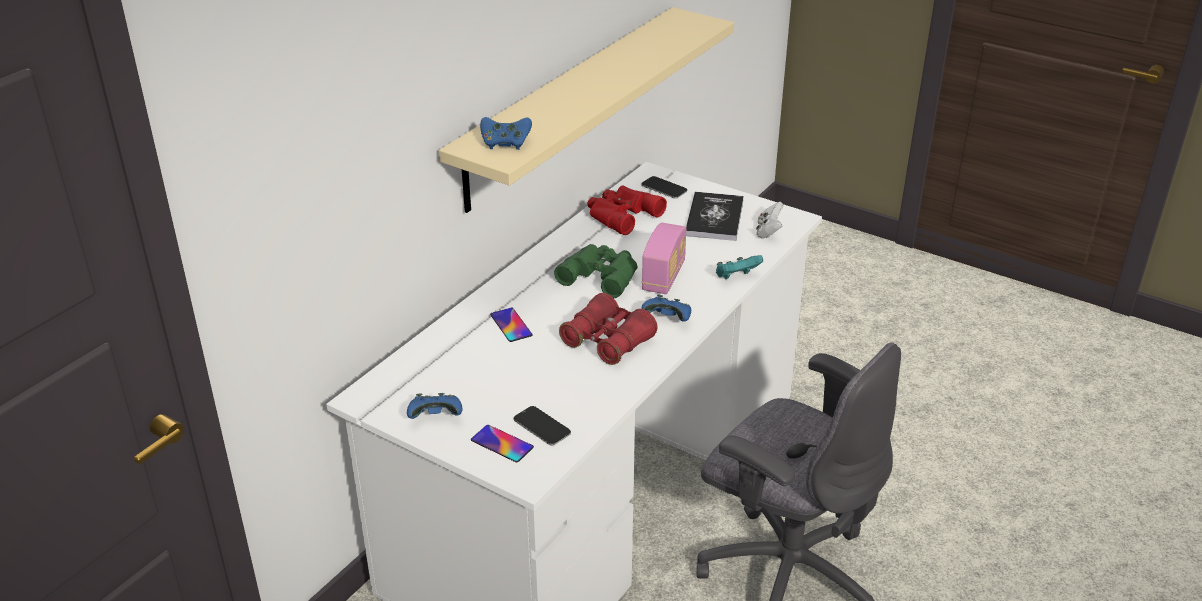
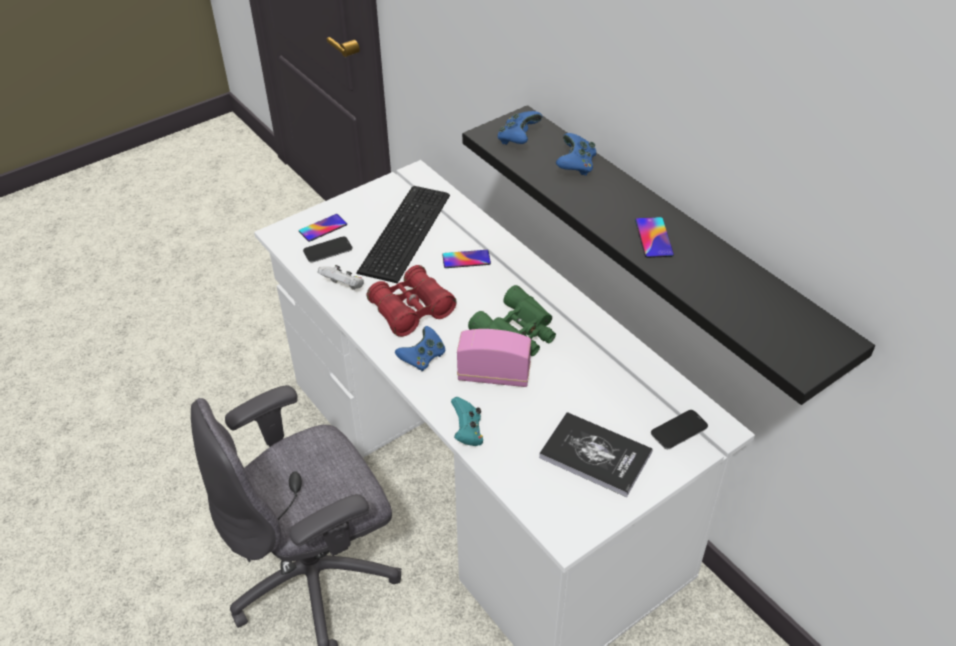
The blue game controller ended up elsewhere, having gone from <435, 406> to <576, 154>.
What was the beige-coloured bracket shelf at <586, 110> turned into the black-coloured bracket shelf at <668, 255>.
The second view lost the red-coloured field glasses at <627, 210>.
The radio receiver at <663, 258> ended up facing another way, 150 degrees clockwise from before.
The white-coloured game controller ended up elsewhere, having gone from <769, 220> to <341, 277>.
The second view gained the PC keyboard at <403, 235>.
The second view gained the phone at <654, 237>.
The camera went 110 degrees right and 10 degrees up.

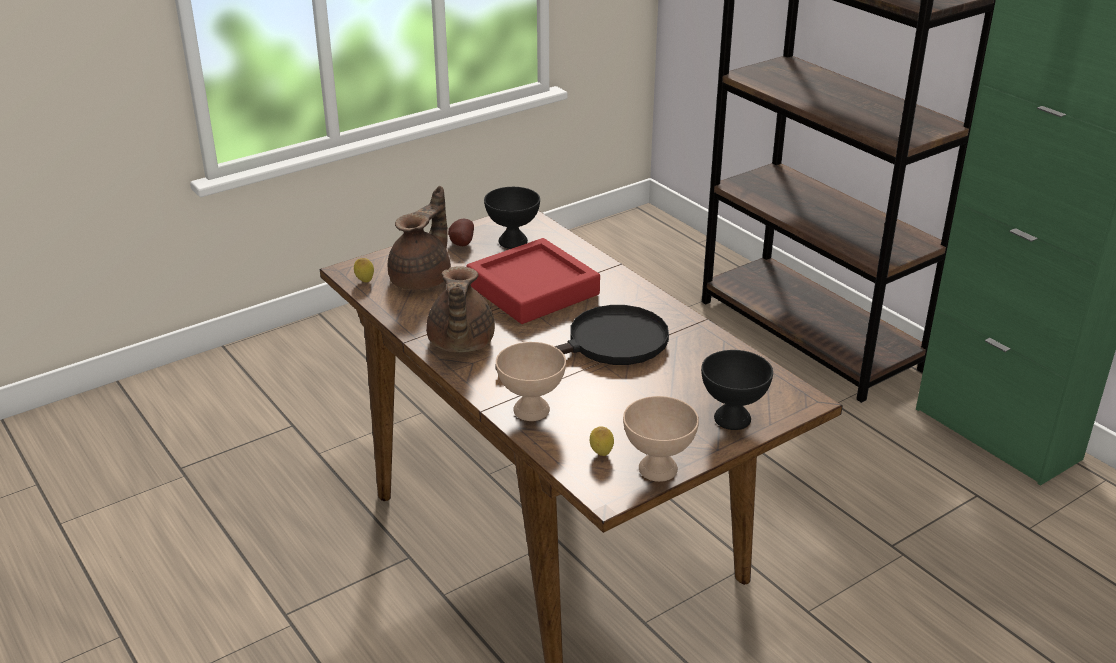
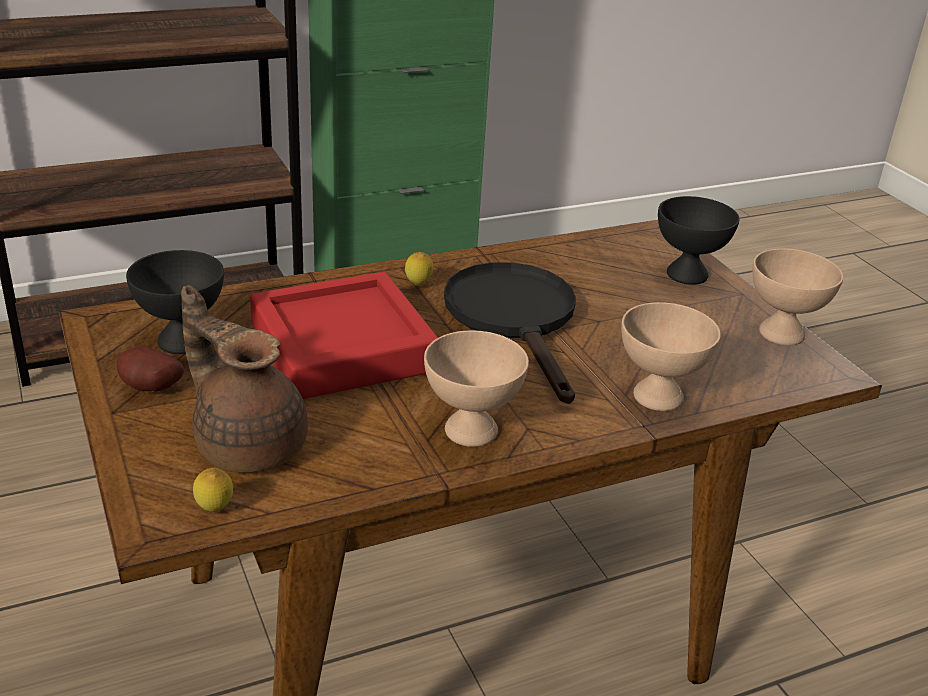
Where the brownish tea pot stood at <460, 309>, the beige-coloured serving bowl came to stand at <476, 388>.
The citrus fruit ended up elsewhere, having gone from <602, 441> to <419, 269>.
The camera went 80 degrees left and 0 degrees up.

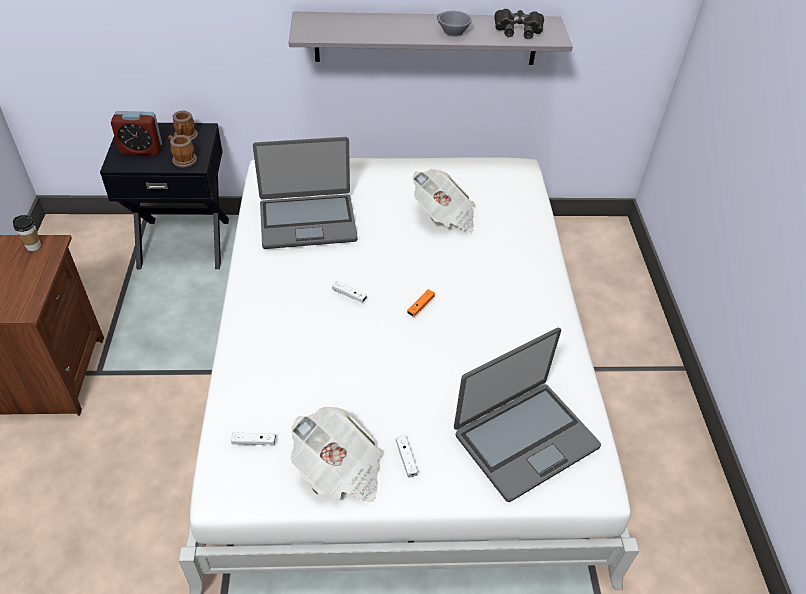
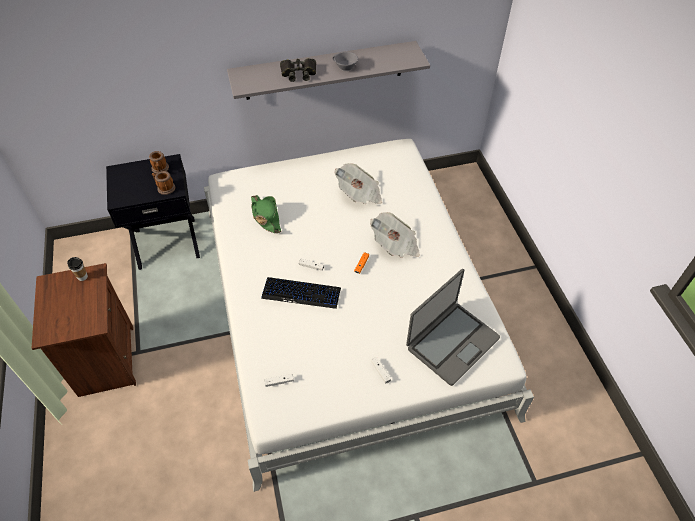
The second view lost the table clock at <136, 133>.
Where the notebook computer stood at <305, 193>, the greenish hat came to stand at <266, 214>.
The newspaper ended up elsewhere, having gone from <336, 454> to <395, 235>.
The black-coloured field glasses ended up elsewhere, having gone from <519, 24> to <298, 70>.
The second view gained the PC keyboard at <301, 293>.
The camera went 10 degrees left and 5 degrees up.

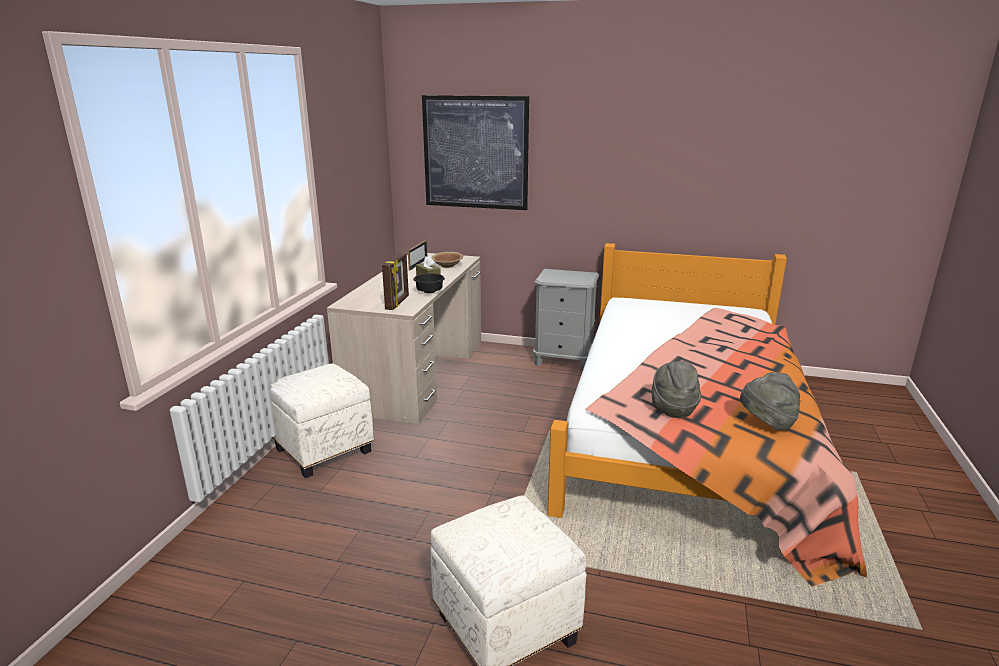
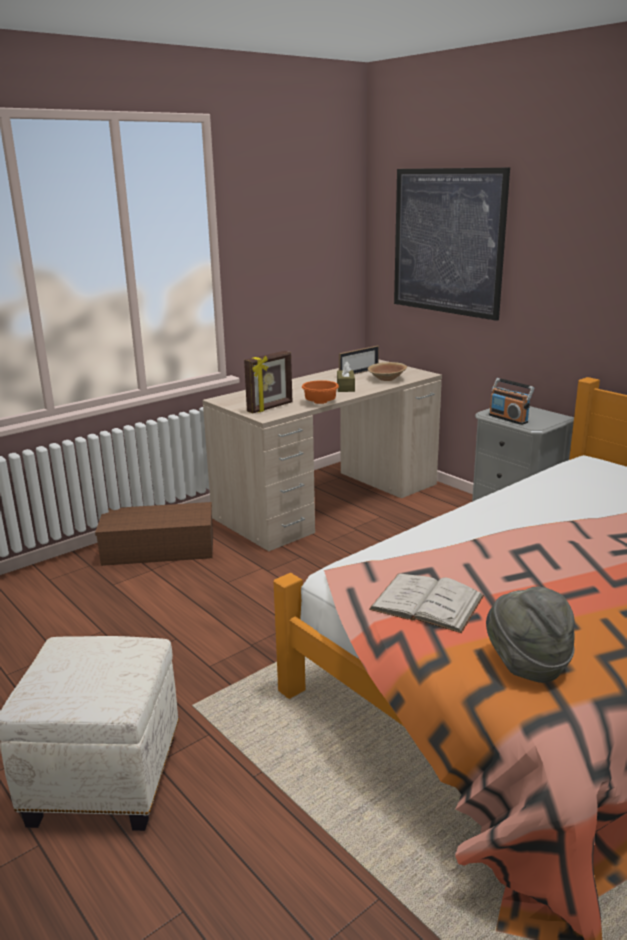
Where the white-coloured pouffe stood at <322, 420>, the brownish storage container came to stand at <154, 534>.
What was the black-coloured serving bowl at <429, 283> turned into the orangey serving bowl at <320, 392>.
Where the greyish hat stood at <676, 389>, the white-coloured book came to stand at <426, 603>.
The second view gained the radio receiver at <511, 401>.
The camera went 35 degrees right and 0 degrees up.

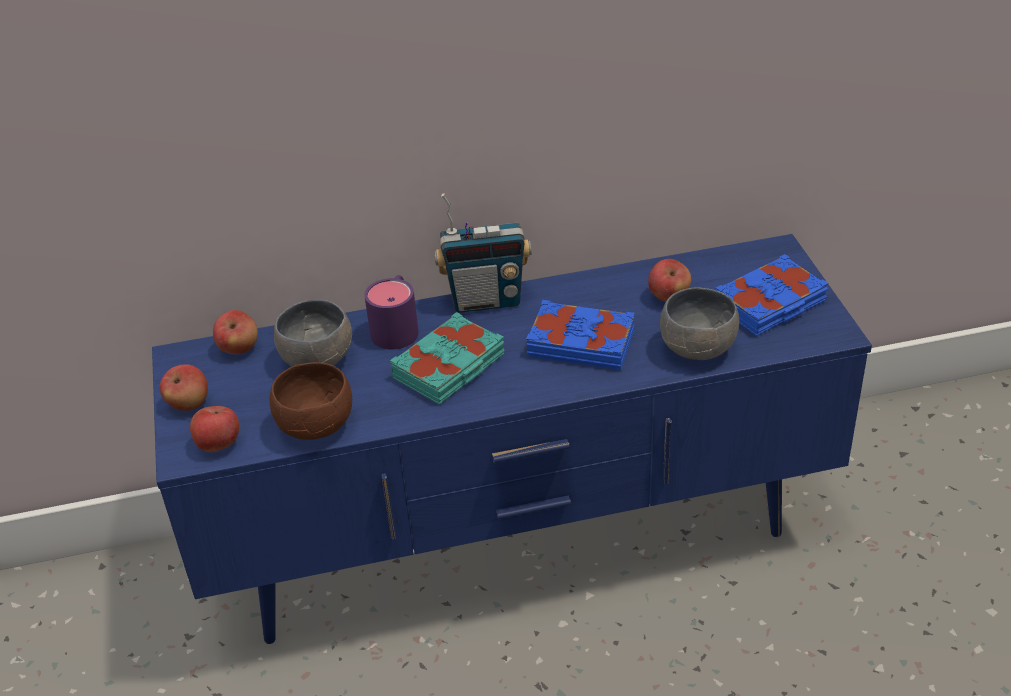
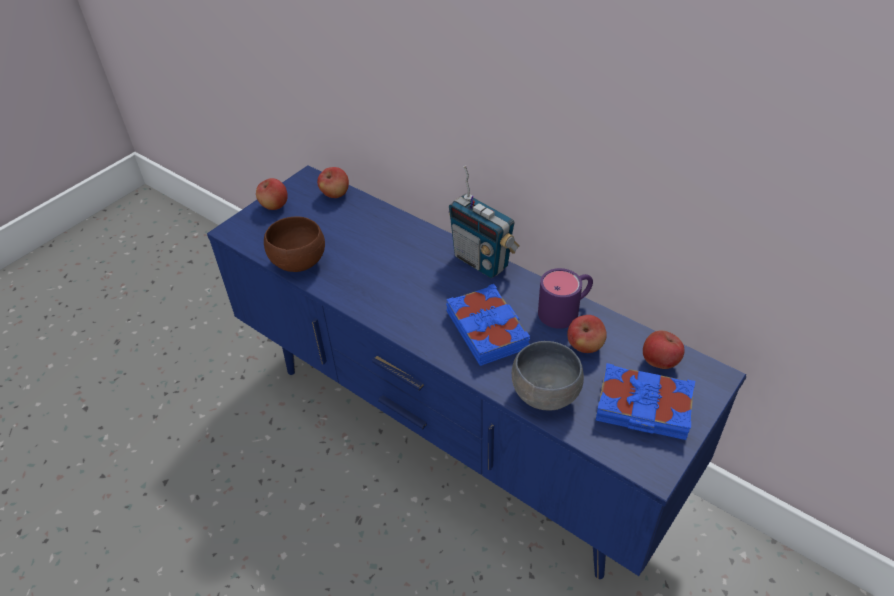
The apple fruit ended up elsewhere, having gone from <214, 429> to <663, 350>.
The second view lost the greyish serving bowl at <313, 333>.
The purple-coloured tea mug ended up elsewhere, having gone from <391, 312> to <565, 298>.
The second view lost the turquoise book at <447, 358>.
The camera went 50 degrees right and 5 degrees up.

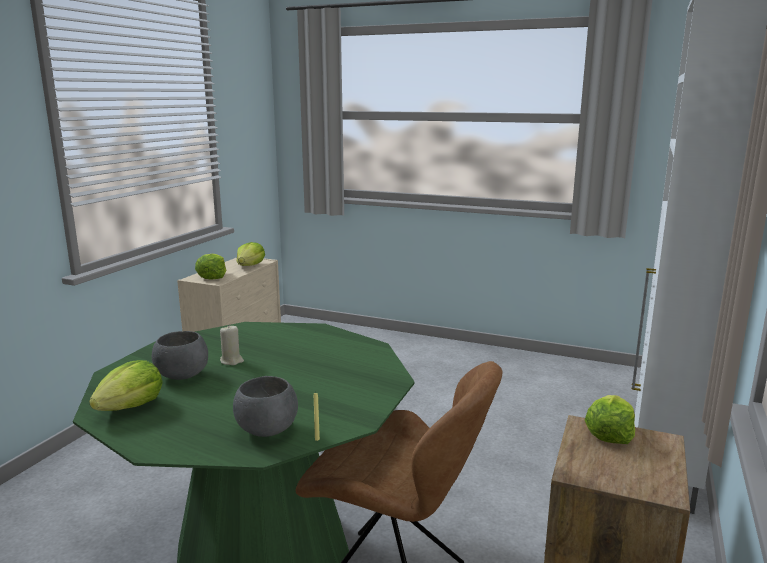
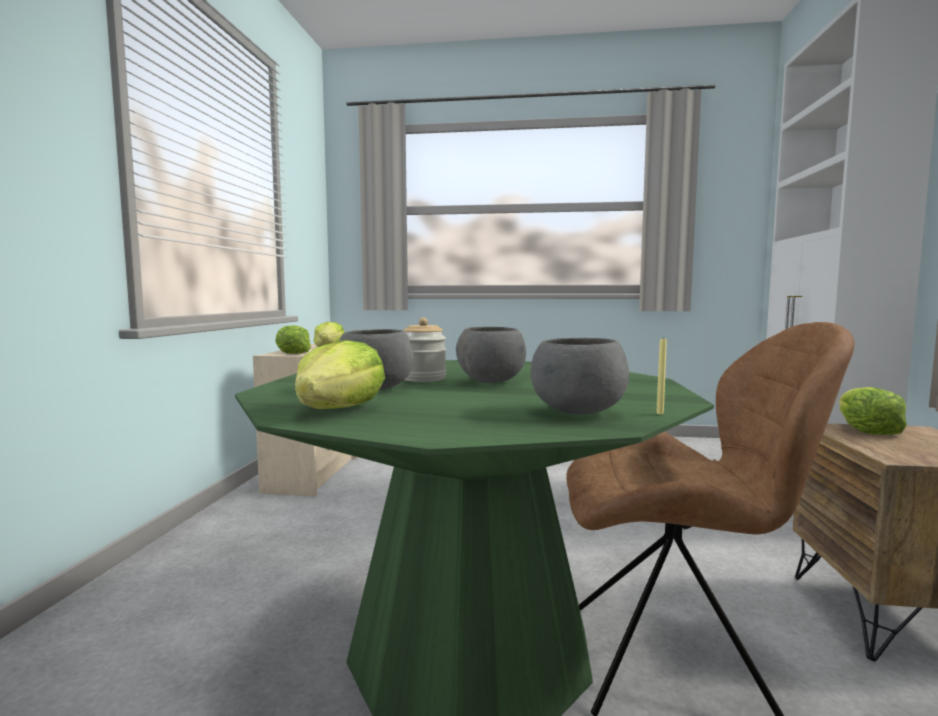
Where the beige-coloured wax candle stood at <232, 345>, the preserve jar came to stand at <424, 350>.
The second view gained the greyish serving bowl at <491, 355>.
The camera went 15 degrees left and 10 degrees down.

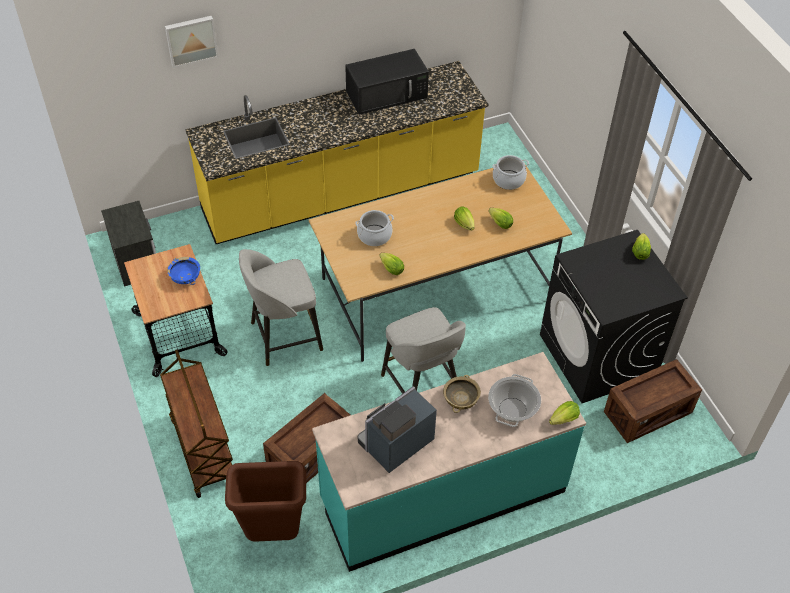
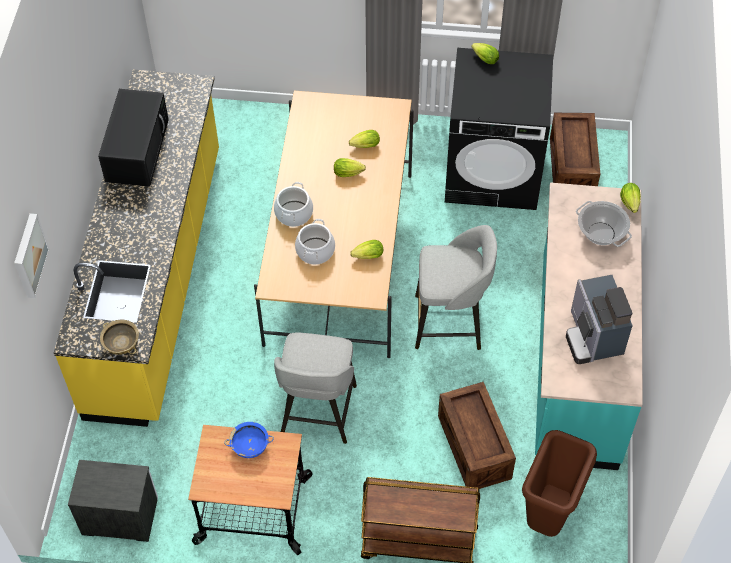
The beige-coloured serving bowl ended up elsewhere, having gone from <462, 394> to <119, 337>.
The saucepot ended up elsewhere, having gone from <511, 172> to <293, 204>.
The camera went 60 degrees left and 5 degrees up.

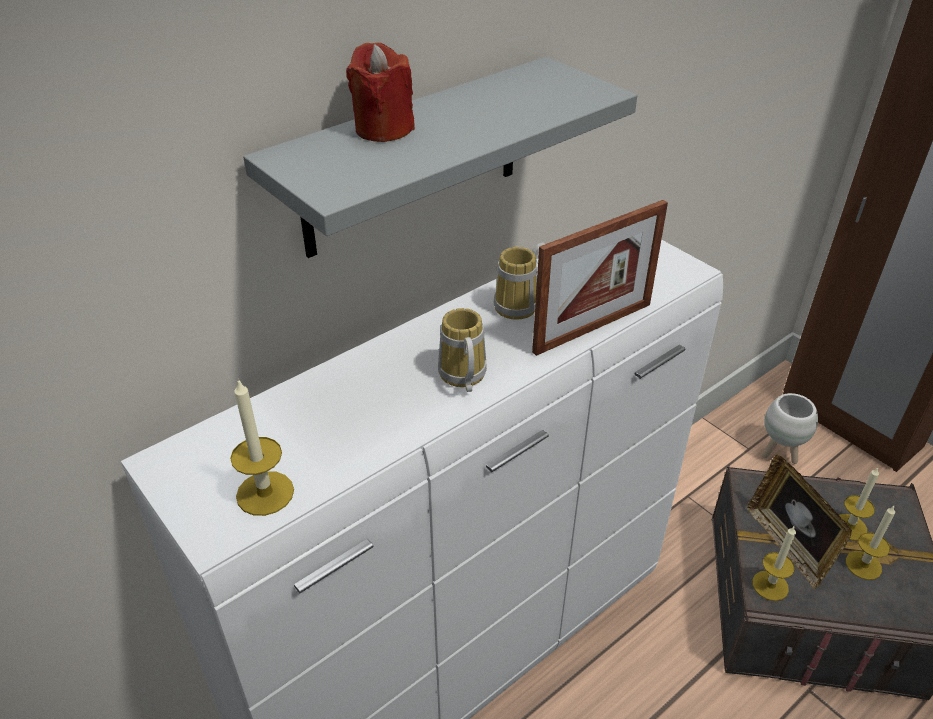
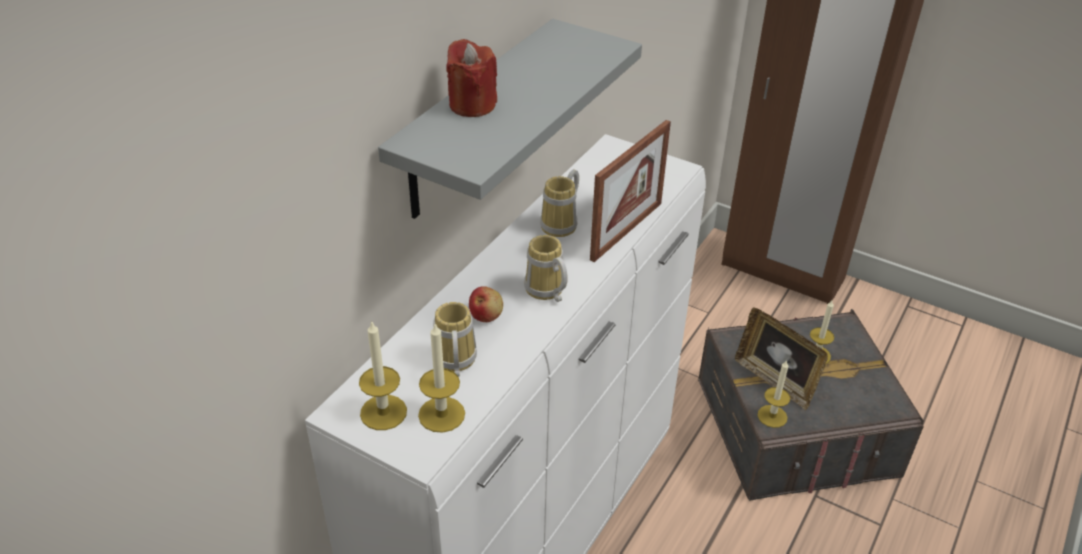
The second view lost the white-coloured plant pot at <790, 428>.
The wax candle ended up elsewhere, having gone from <870, 543> to <383, 375>.
The second view gained the tea mug at <455, 339>.
The second view gained the apple fruit at <486, 304>.
The camera went 20 degrees left and 0 degrees up.

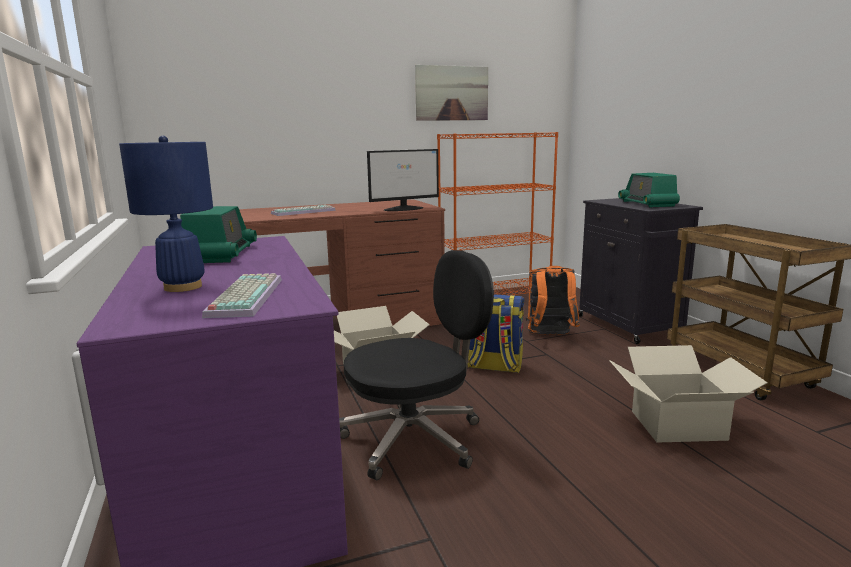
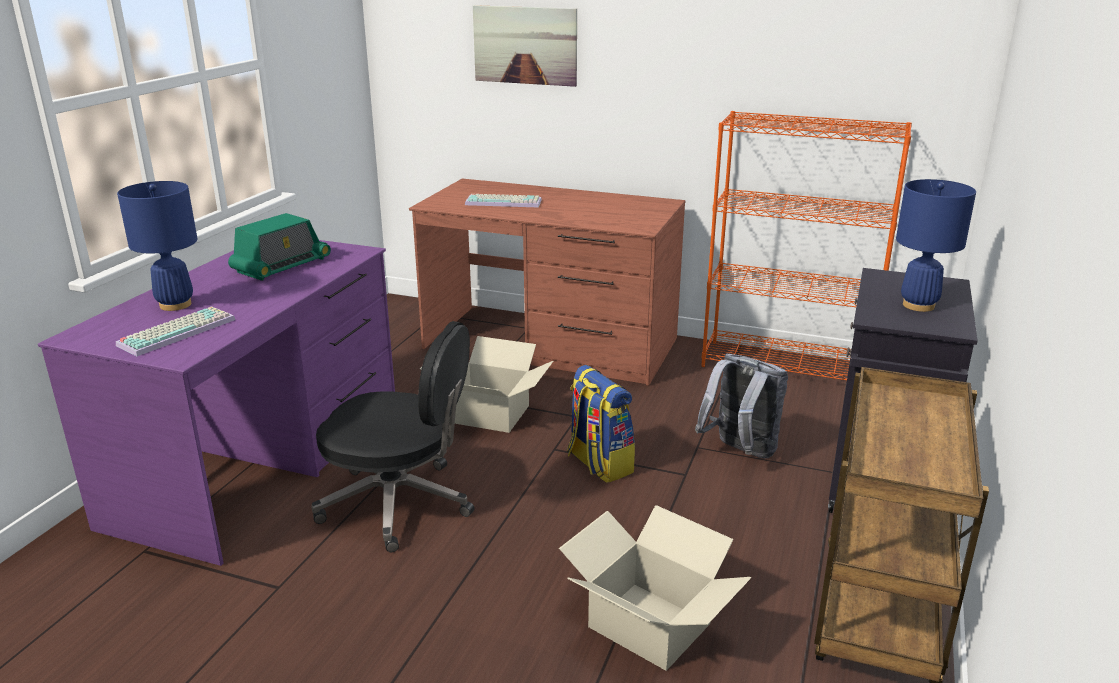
The second view lost the computer screen at <403, 180>.
The wall art ended up elsewhere, having gone from <451, 93> to <525, 46>.
What was the orangey rucksack at <553, 300> turned into the greyish rucksack at <741, 406>.
Where the radio receiver stood at <649, 190>, the blue tabletop lamp came to stand at <936, 245>.
The camera went 40 degrees right and 10 degrees up.

